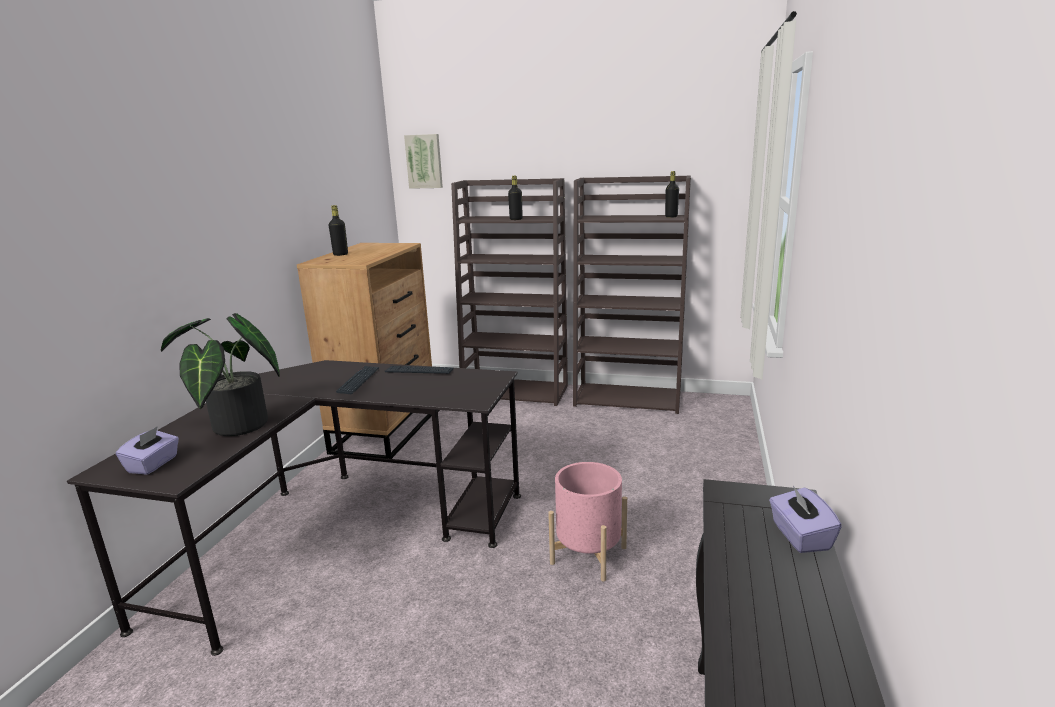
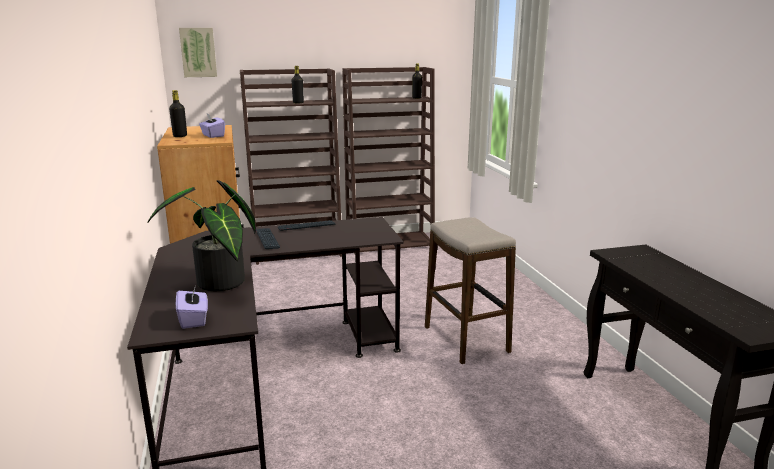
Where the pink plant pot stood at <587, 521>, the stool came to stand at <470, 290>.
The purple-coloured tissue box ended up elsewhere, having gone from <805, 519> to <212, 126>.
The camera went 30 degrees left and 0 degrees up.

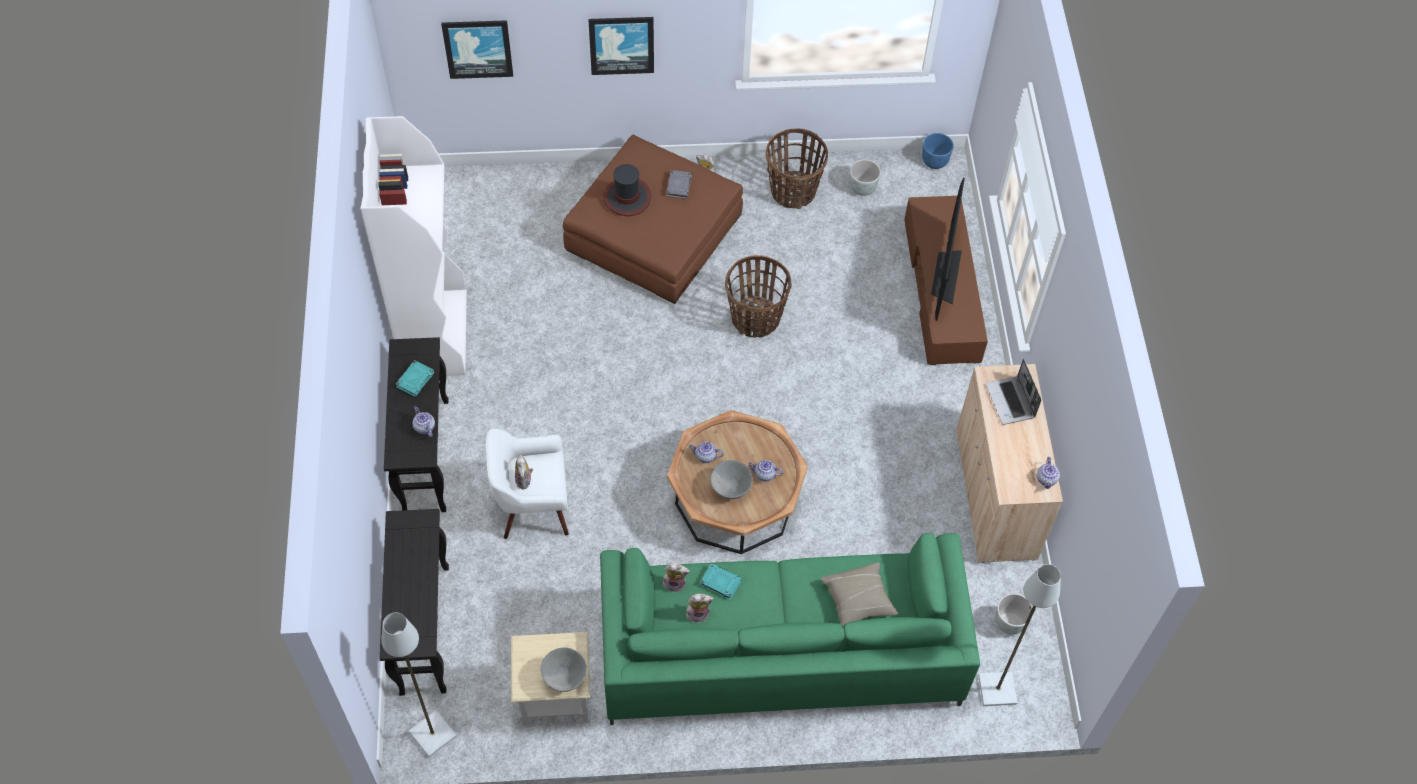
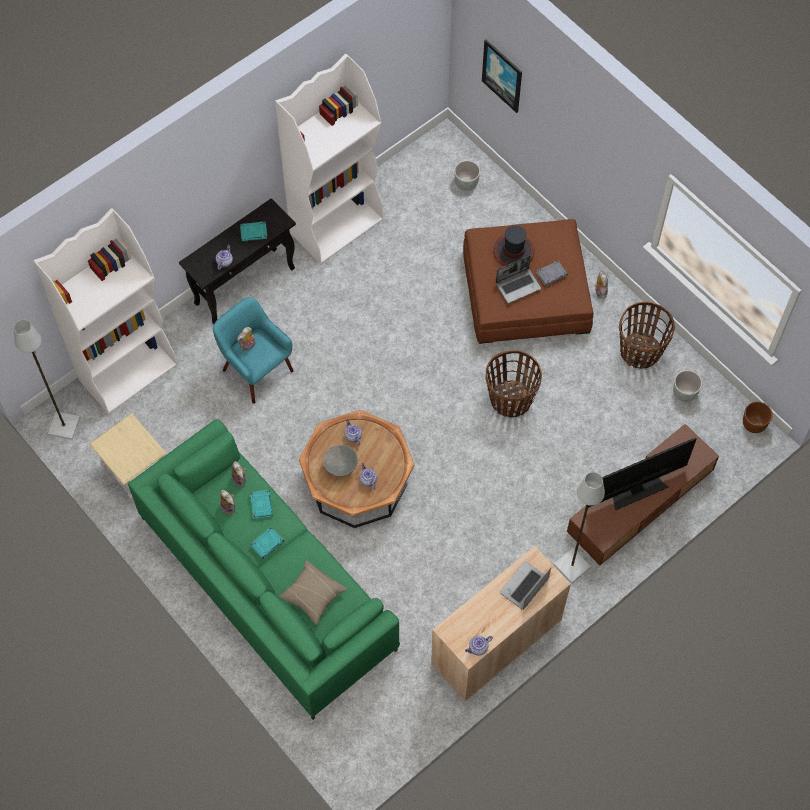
Where the black-coloured console table stood at <414, 602>, the white-coloured bookshelf came to stand at <105, 311>.
What was the white-coloured lounge chair at <527, 483> turned into the turquoise lounge chair at <253, 350>.
The second view lost the greyish serving bowl at <564, 670>.
The second view lost the wall art at <621, 46>.
What was the blue plant pot at <938, 151> turned into the brownish plant pot at <758, 417>.
The greyish standard lamp ended up elsewhere, having gone from <1019, 635> to <579, 528>.
The greyish plant pot ended up elsewhere, having gone from <1014, 614> to <467, 175>.
The second view gained the turquoise book at <267, 543>.
The second view gained the notebook computer at <518, 279>.
The camera went 55 degrees right and 5 degrees up.

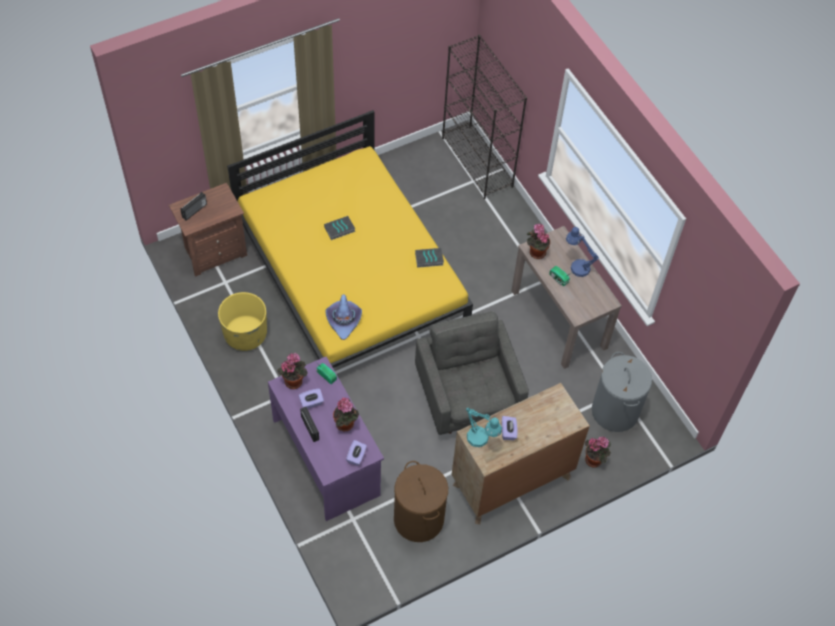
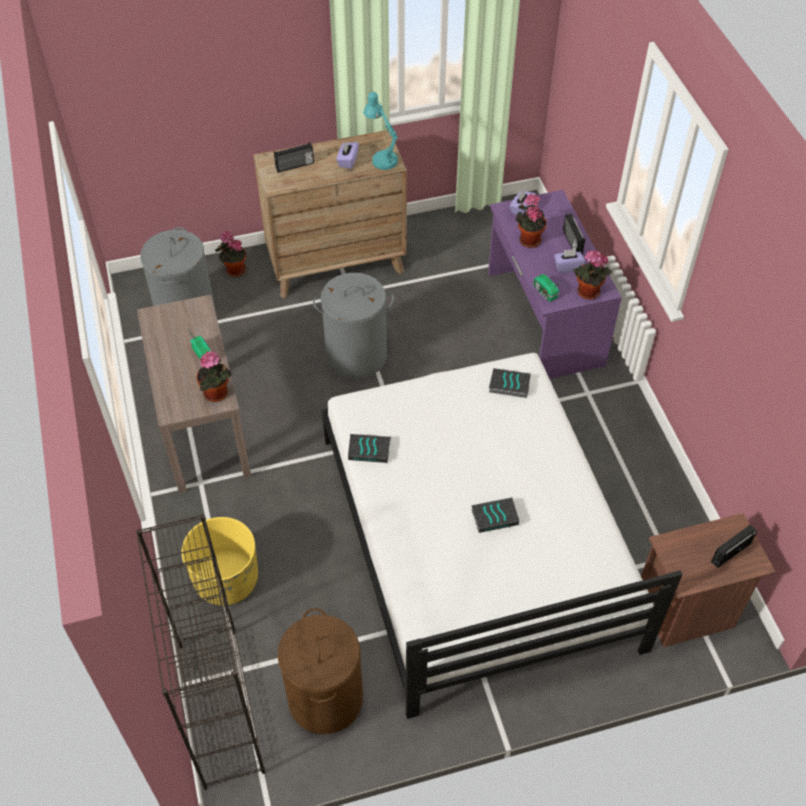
The yellow-coloured plant pot ended up elsewhere, having gone from <242, 321> to <219, 561>.
What was the yellow-coloured bedroom bed at <350, 239> turned into the white-coloured bedroom bed at <502, 536>.
Where the purple-coloured hat stood at <343, 317>, the book came to stand at <510, 383>.
The brownish washing basket ended up elsewhere, having gone from <421, 501> to <320, 671>.
Where the greyish lounge chair stood at <472, 373>, the greyish washing basket came to stand at <353, 326>.
The second view lost the blue tabletop lamp at <582, 252>.
The second view gained the radio receiver at <294, 157>.
The camera went 165 degrees left and 5 degrees down.

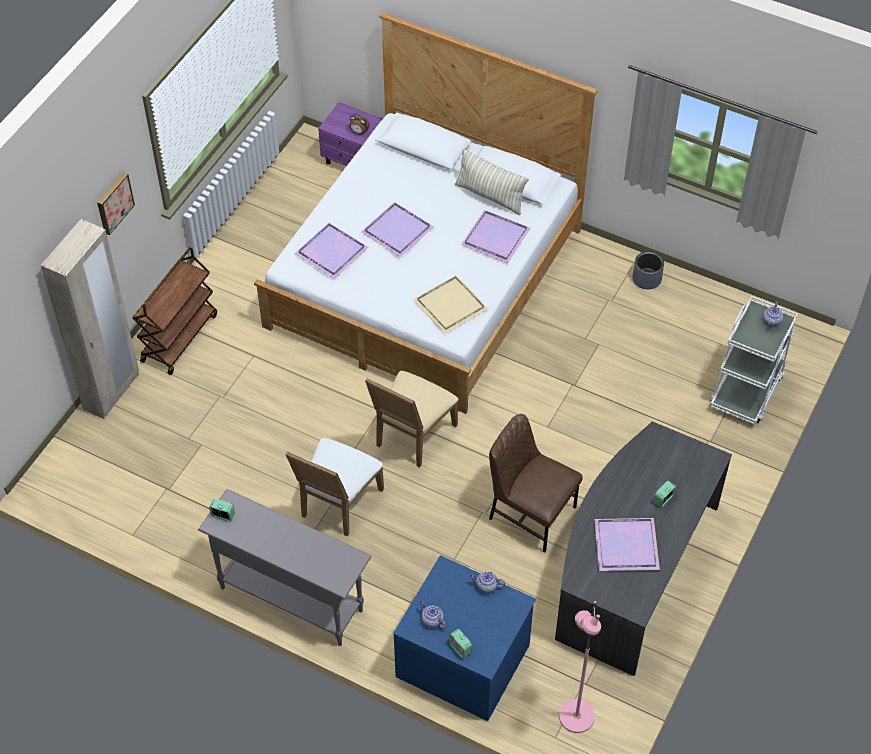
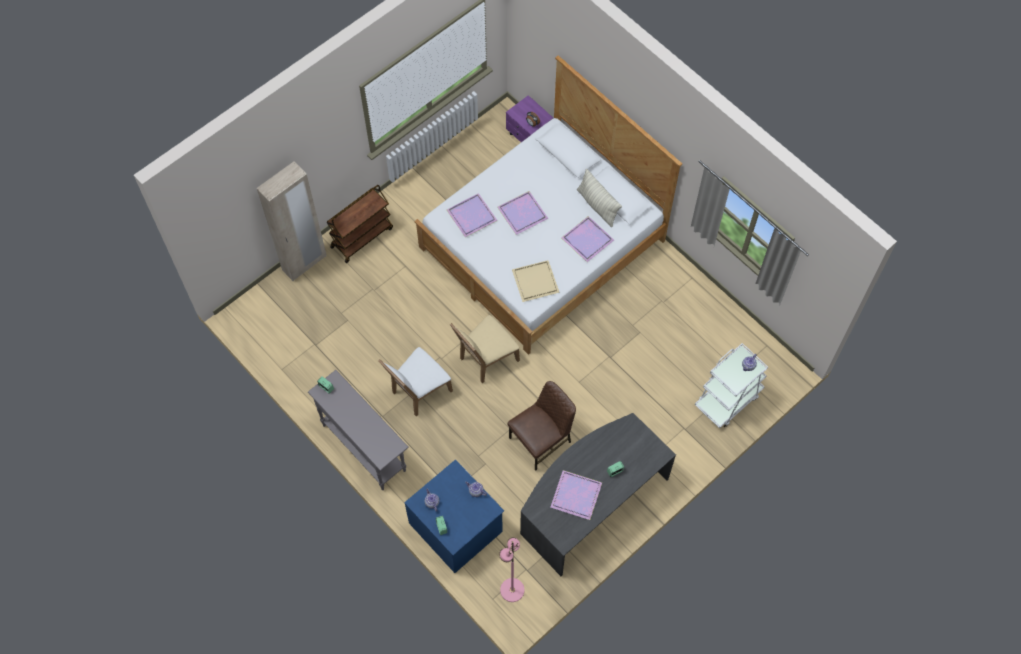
The second view lost the wall art at <116, 203>.
The brownish plain chair at <536, 483> ended up facing another way, 90 degrees clockwise from before.
The second view lost the greyish plant pot at <648, 270>.
The camera went 20 degrees right and 10 degrees up.

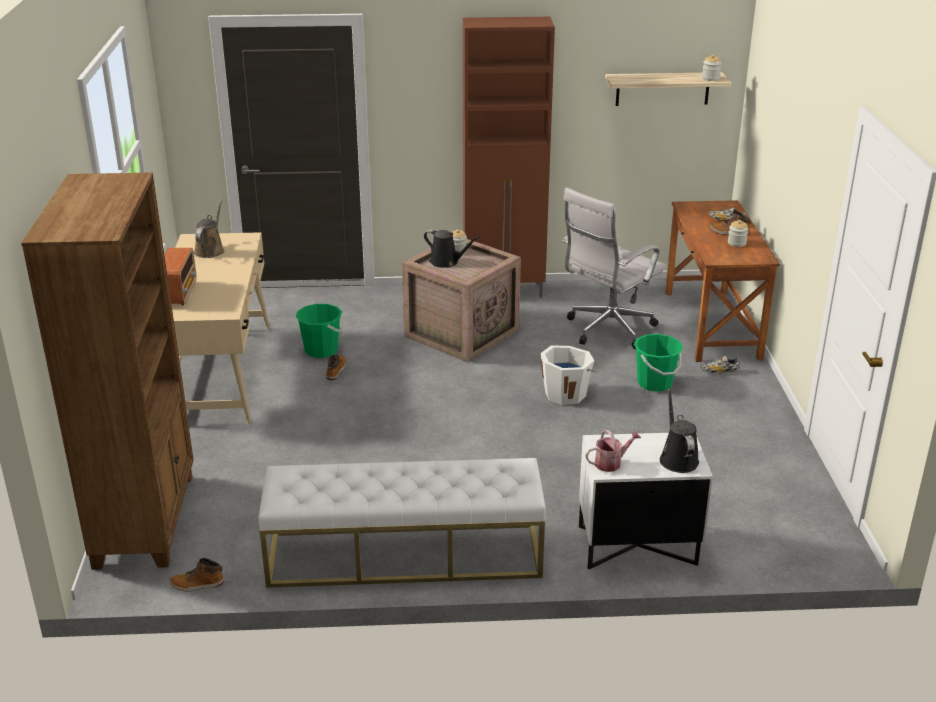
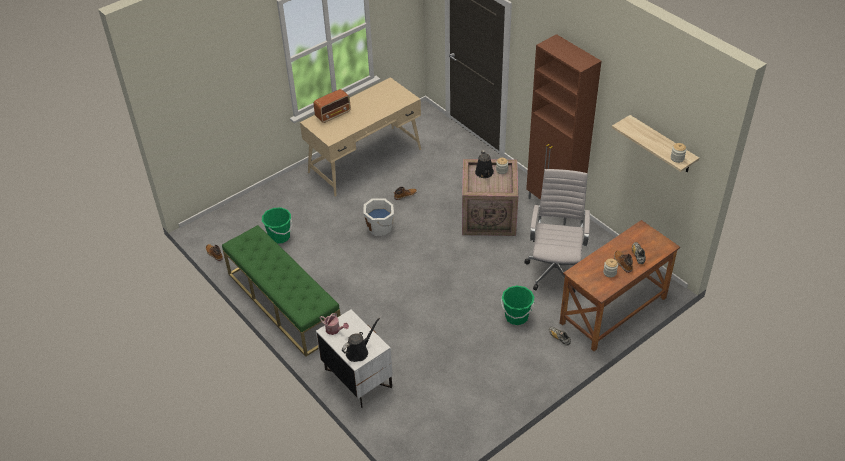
The second view lost the brownish bookshelf at <107, 371>.
The second view lost the brownish watering can at <209, 229>.
What was the white-coloured bench at <402, 523> turned into the greenish bench at <281, 291>.
The greenish pail ended up elsewhere, having gone from <319, 331> to <277, 225>.
The white-coloured pail ended up elsewhere, having gone from <569, 375> to <378, 217>.
The white-coloured office chair at <614, 268> ended up facing another way, 90 degrees clockwise from before.
The camera went 55 degrees right and 15 degrees up.

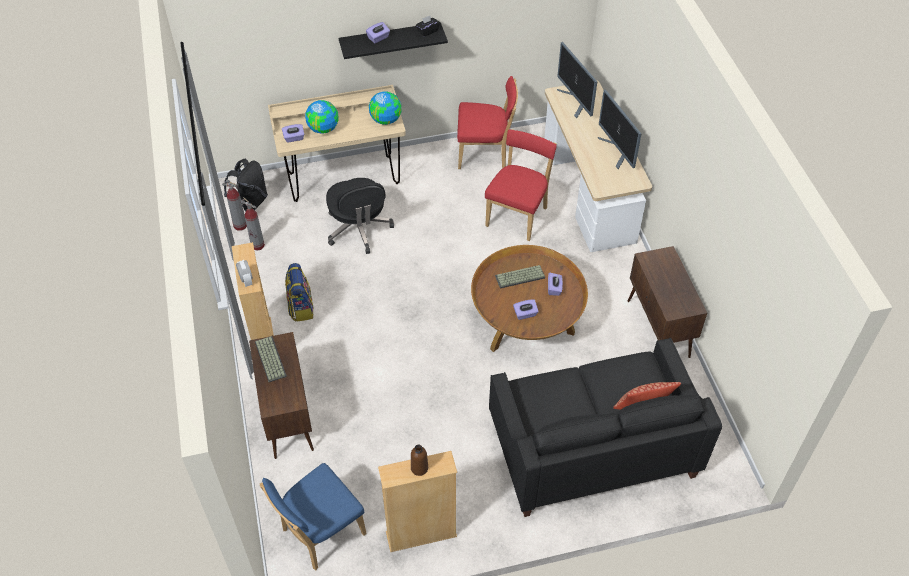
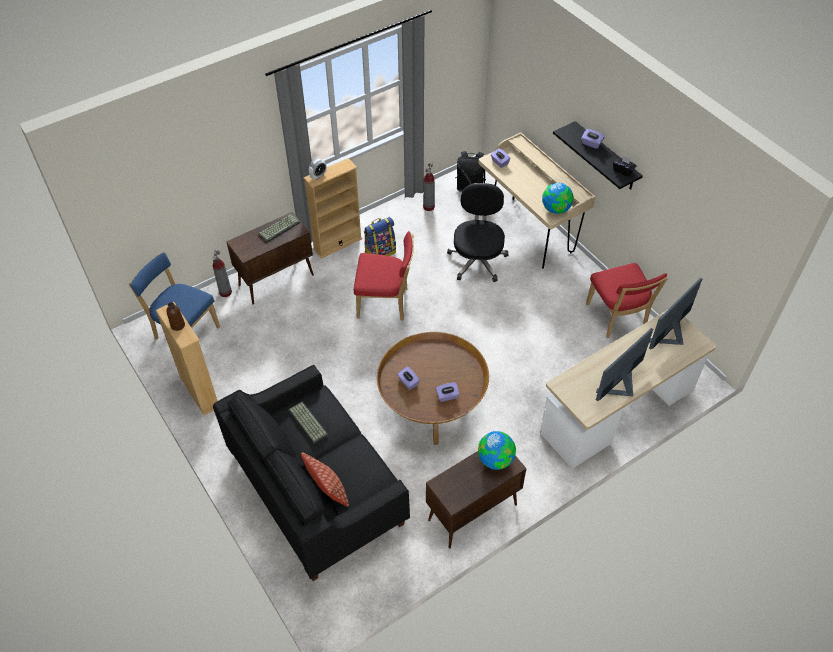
The extinguisher ended up elsewhere, having gone from <234, 205> to <222, 273>.
The world globe ended up elsewhere, having gone from <322, 117> to <497, 450>.
The black-coloured office chair at <360, 216> ended up facing another way, 135 degrees clockwise from before.
The red-coloured plain chair ended up elsewhere, having gone from <521, 185> to <384, 276>.
The PC keyboard ended up elsewhere, having gone from <520, 276> to <308, 422>.
The camera went 70 degrees right and 0 degrees up.

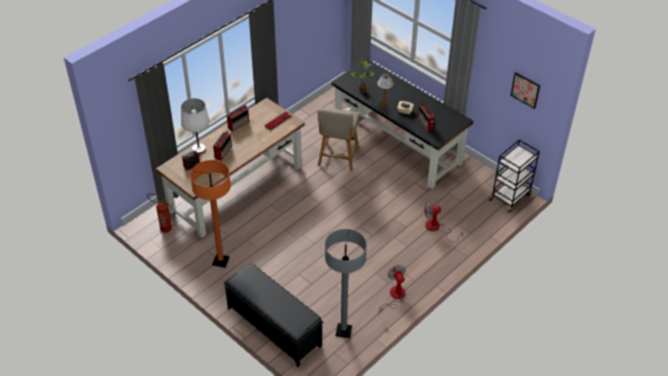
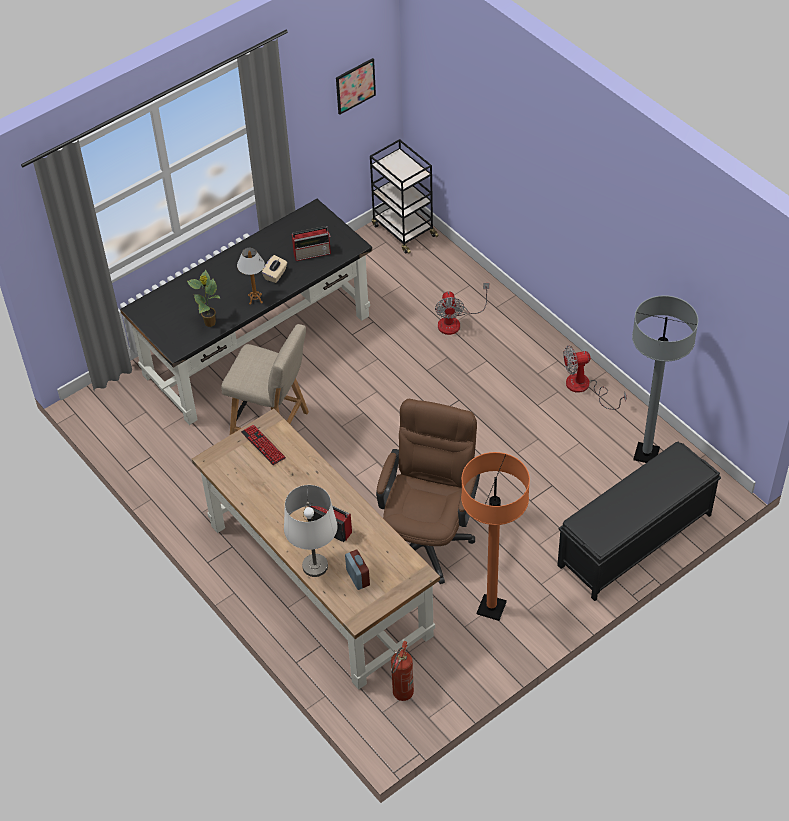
The second view lost the radio receiver at <238, 118>.
The second view gained the brownish office chair at <428, 491>.
The camera went 80 degrees left and 5 degrees up.

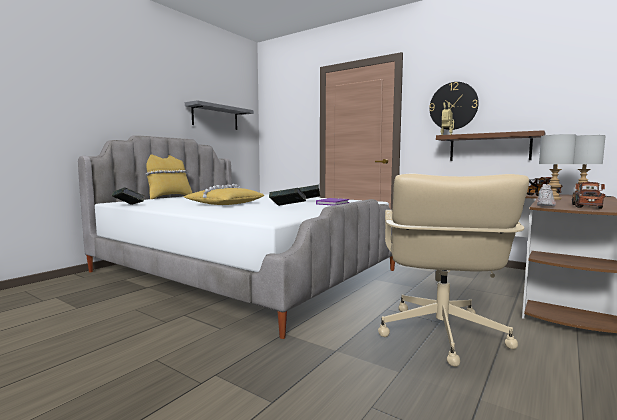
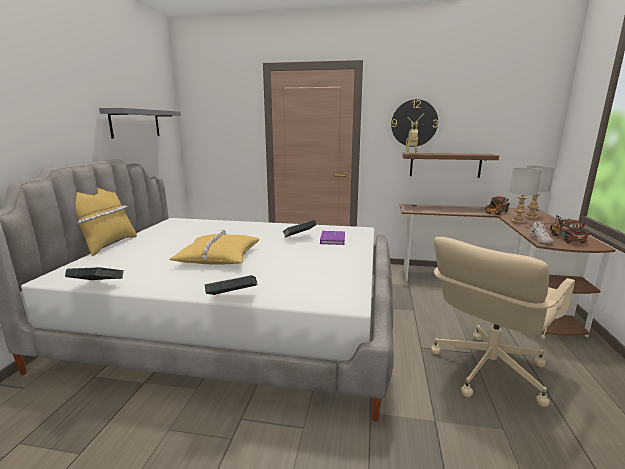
The book ended up elsewhere, having gone from <287, 197> to <231, 285>.
The beige-coloured office chair at <453, 270> ended up facing another way, 60 degrees clockwise from before.
The camera went 25 degrees left and 10 degrees up.

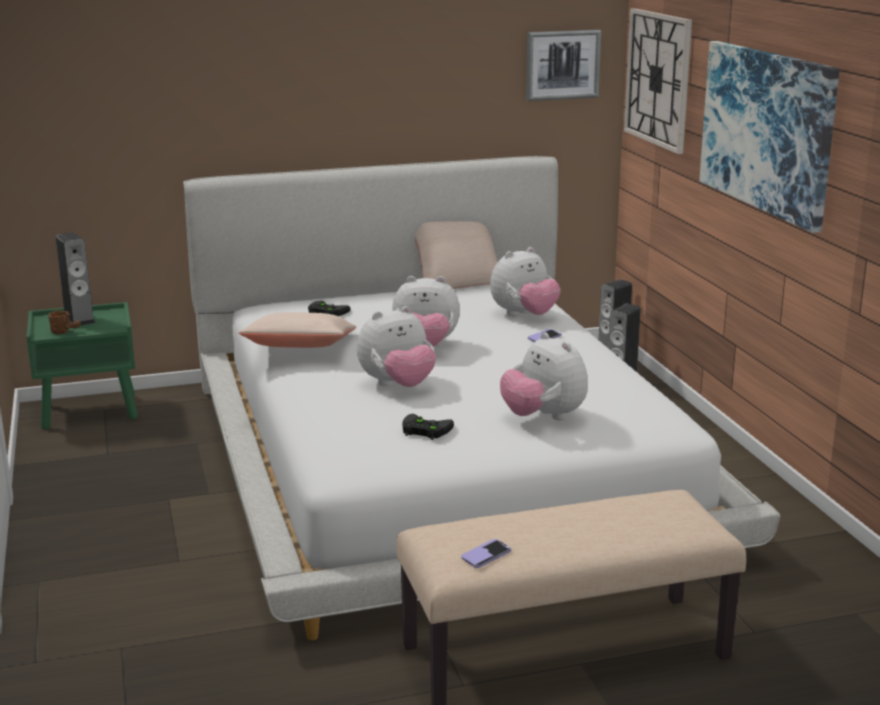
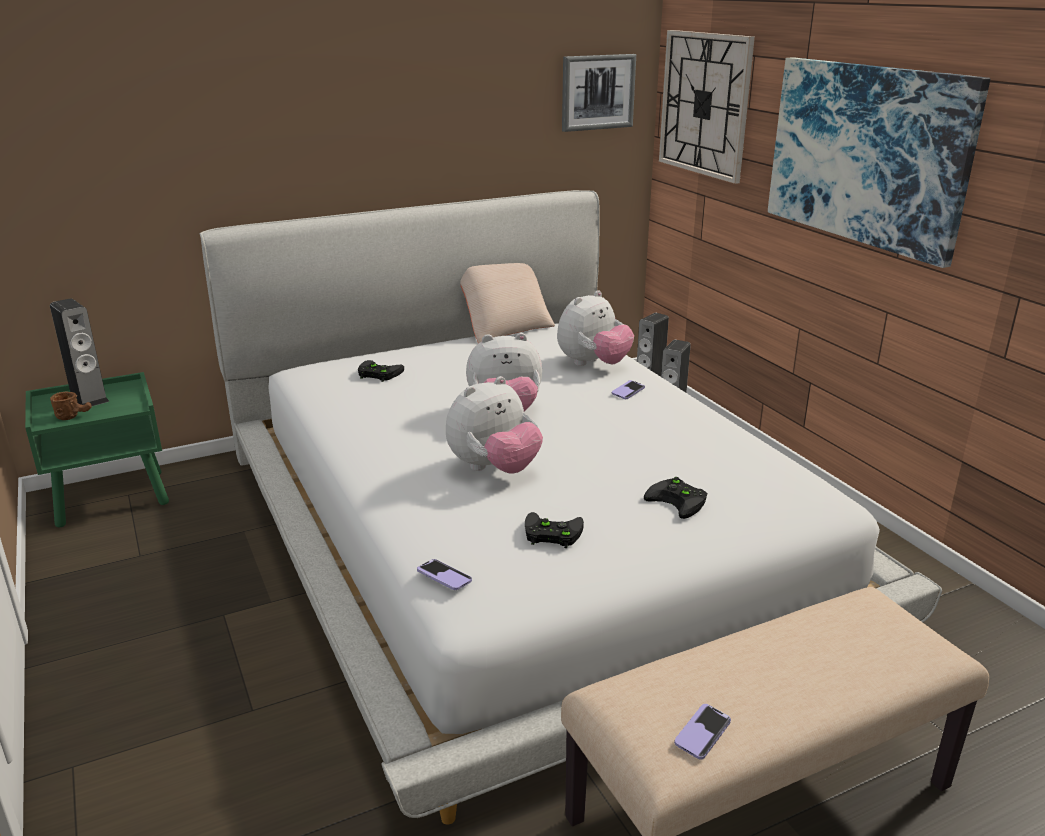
The second view lost the beige-coloured throw pillow at <297, 330>.
Where the cuddly toy stood at <544, 376>, the black-coloured game controller came to stand at <675, 498>.
The second view gained the phone at <444, 574>.
The camera went 10 degrees left and 5 degrees up.

